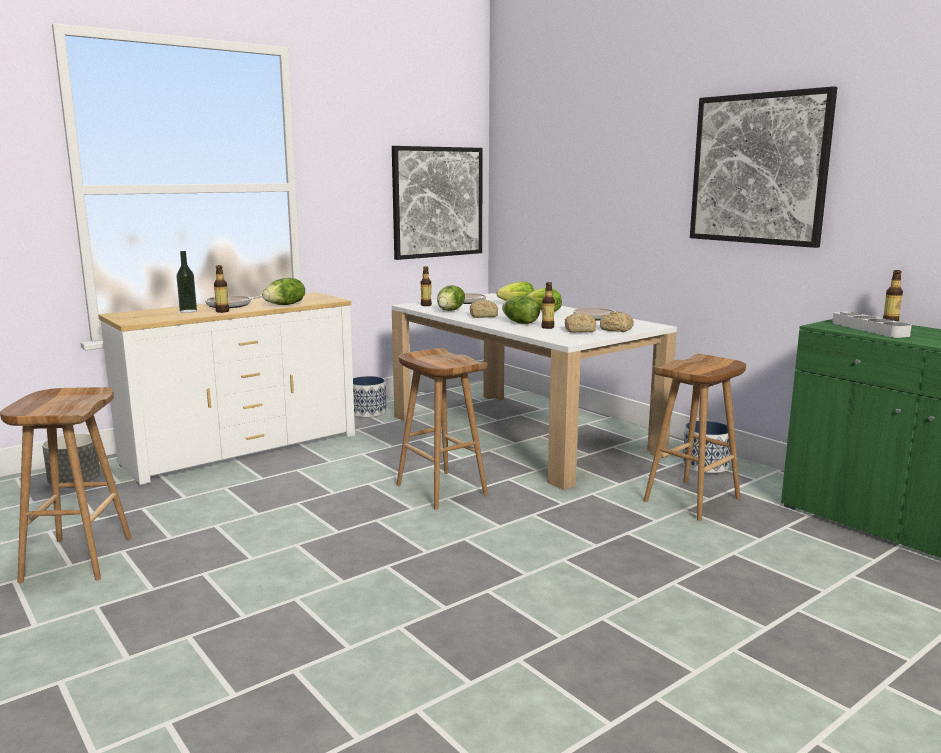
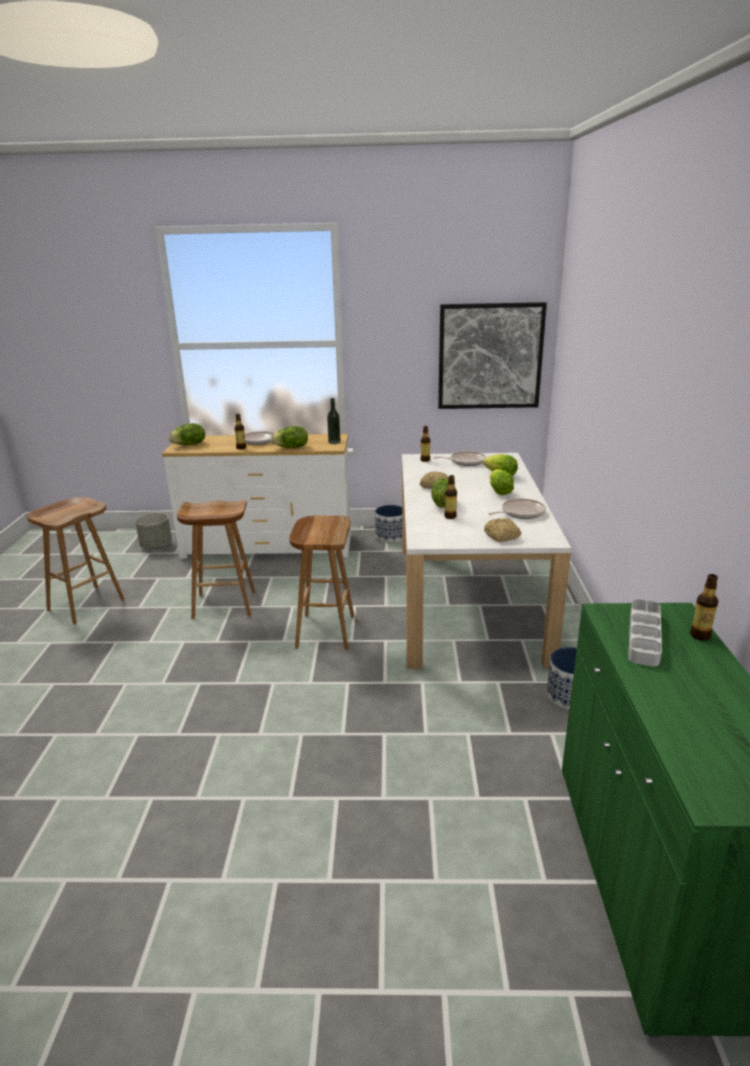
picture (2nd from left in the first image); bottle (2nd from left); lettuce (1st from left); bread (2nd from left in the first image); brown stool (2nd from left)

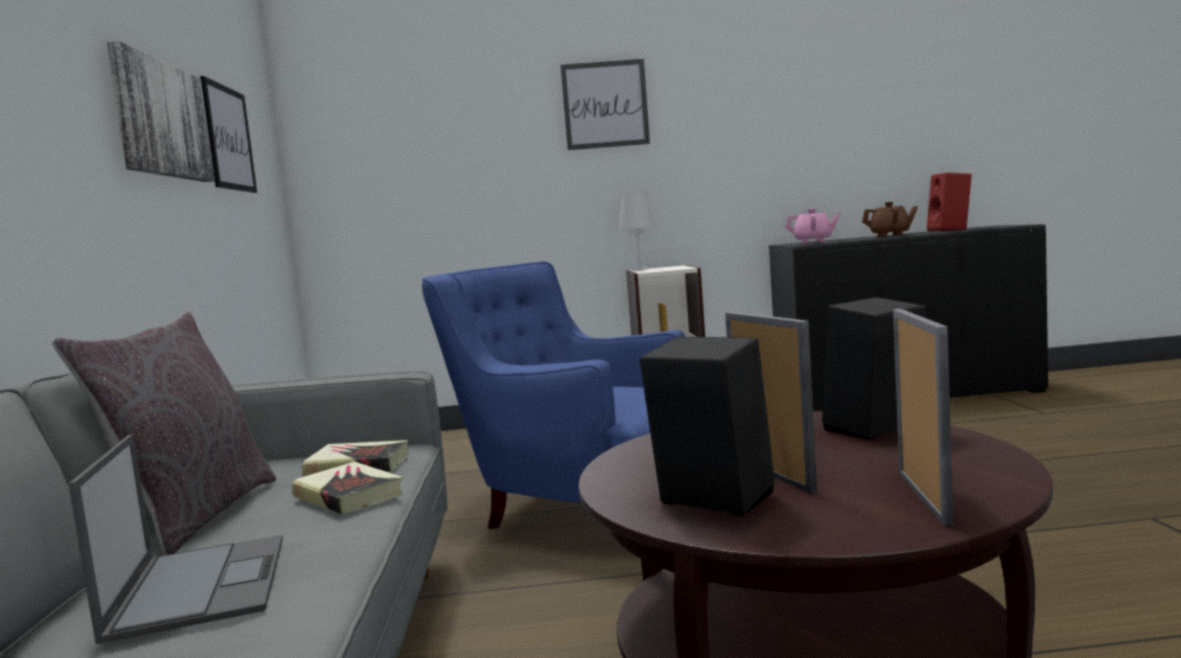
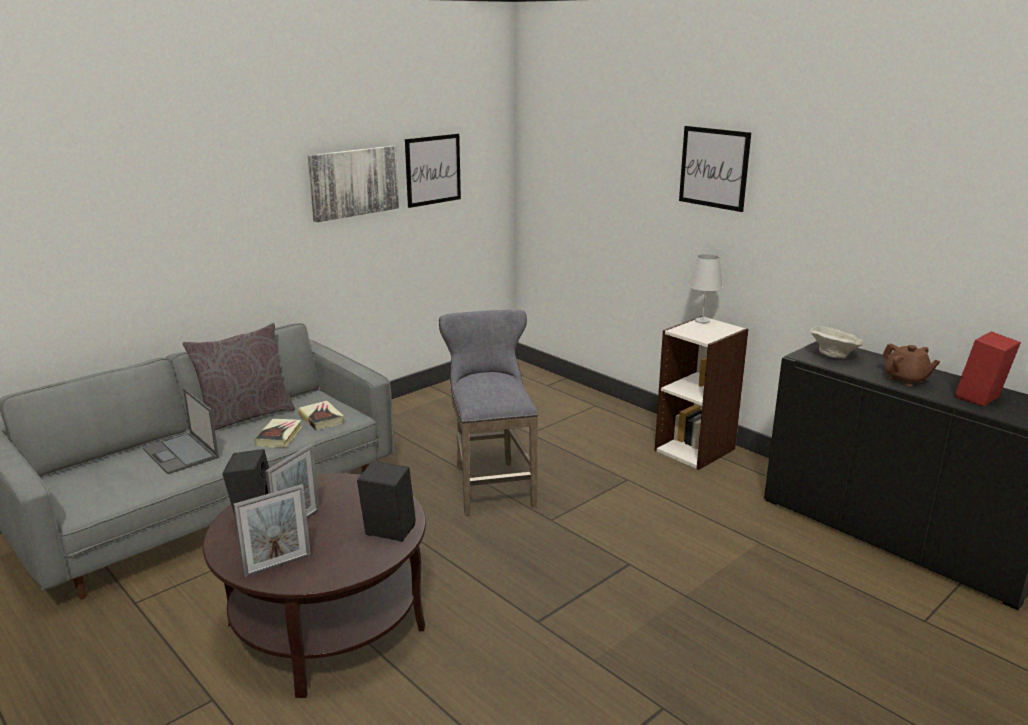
beige bowl; grey stool; laptop

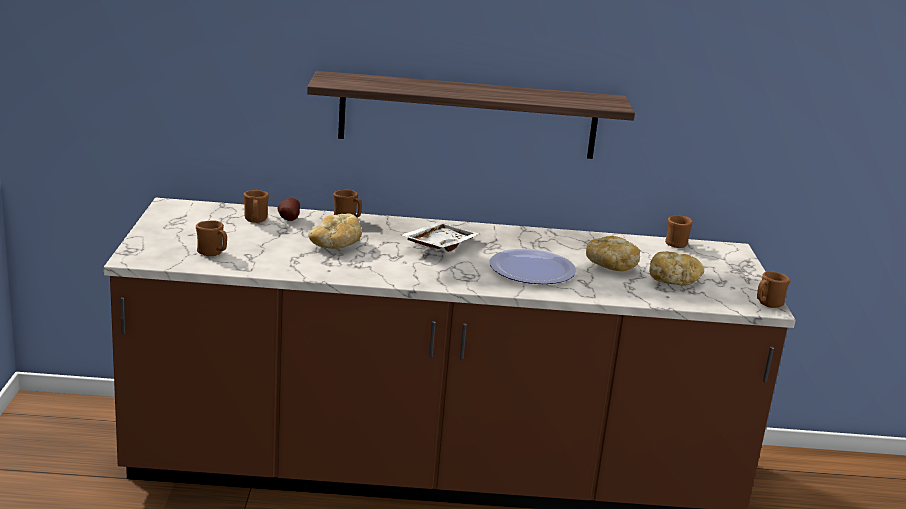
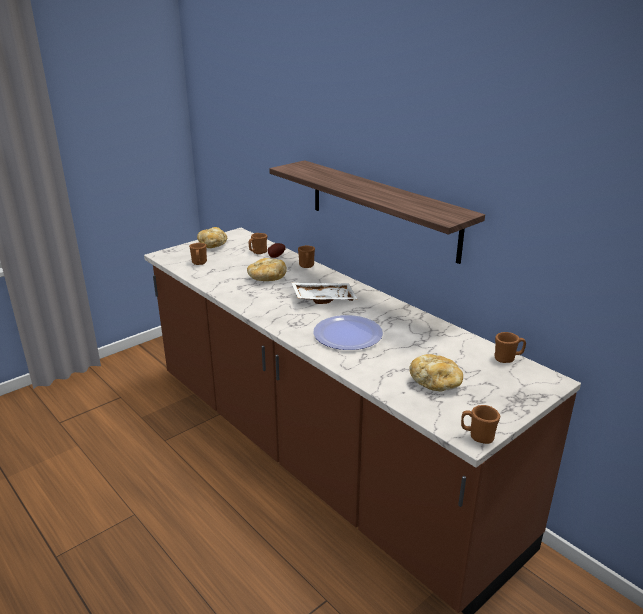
bread (1st from left)

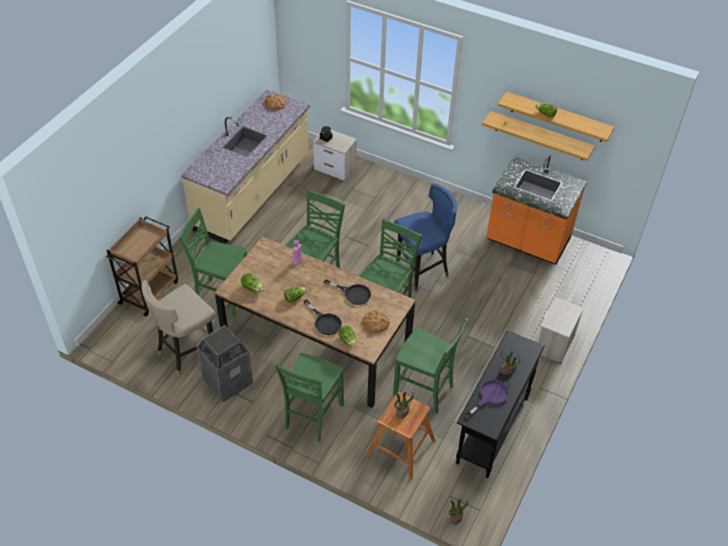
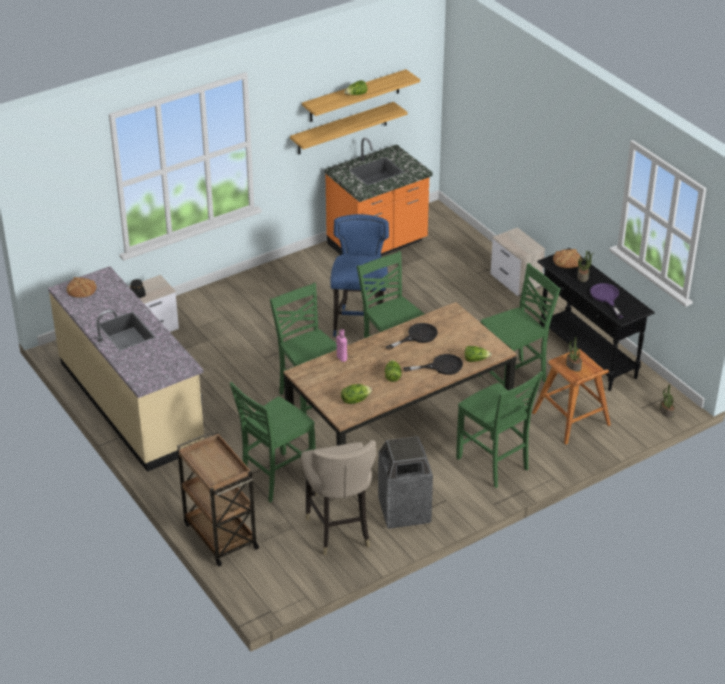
bread (2nd from left)

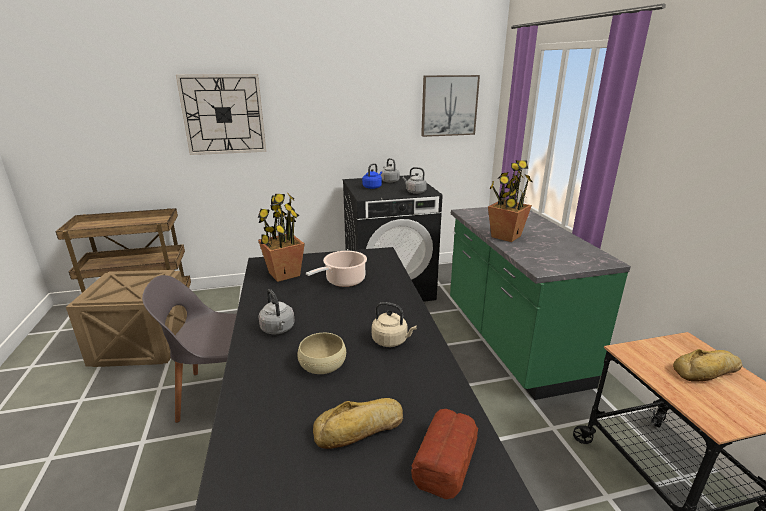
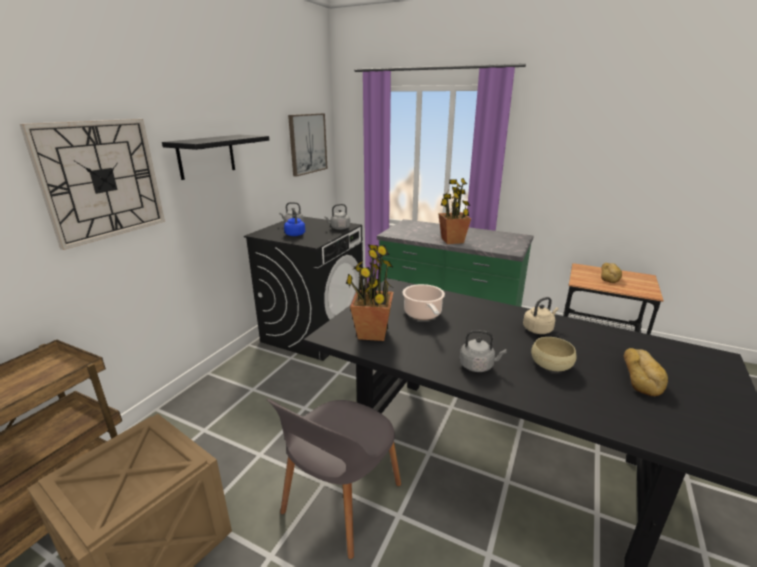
bread (2nd from left in the first image); black shelf

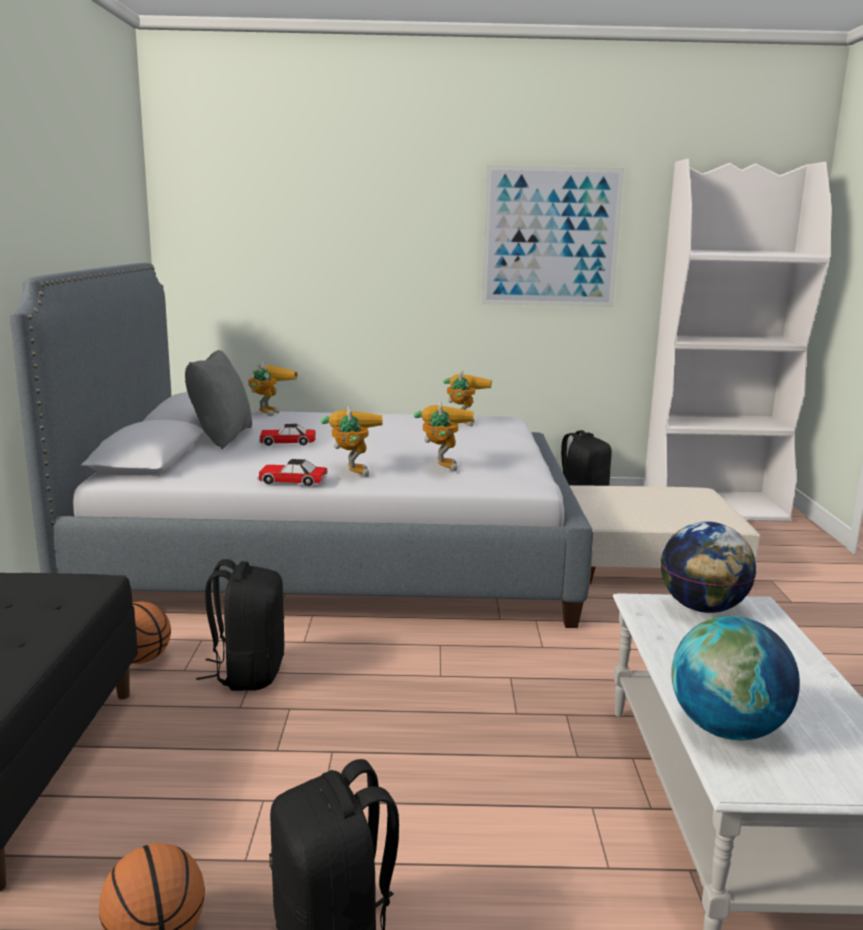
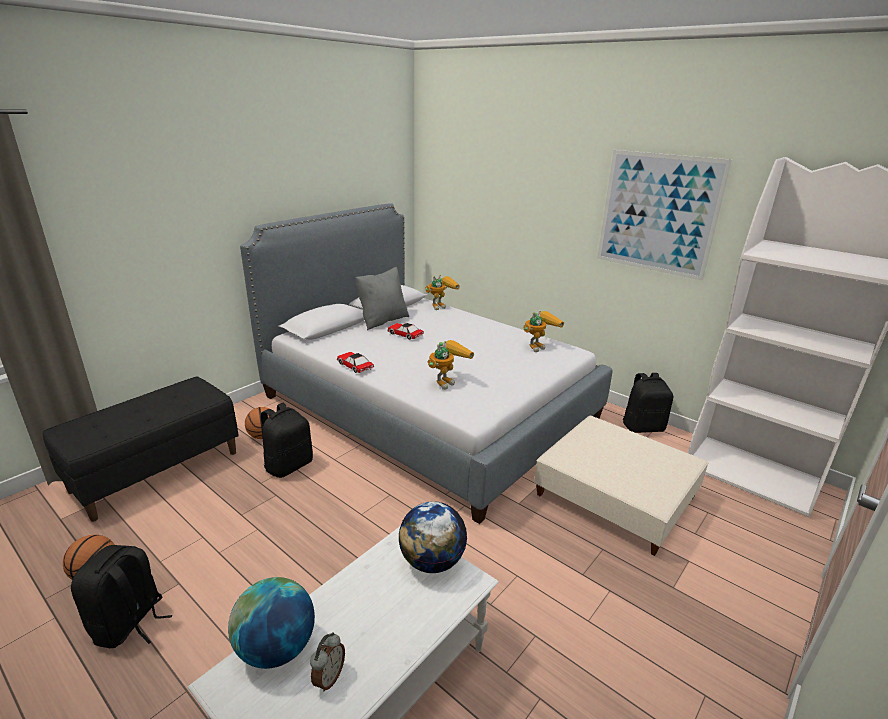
toy robot (2nd from left in the first image); alarm clock

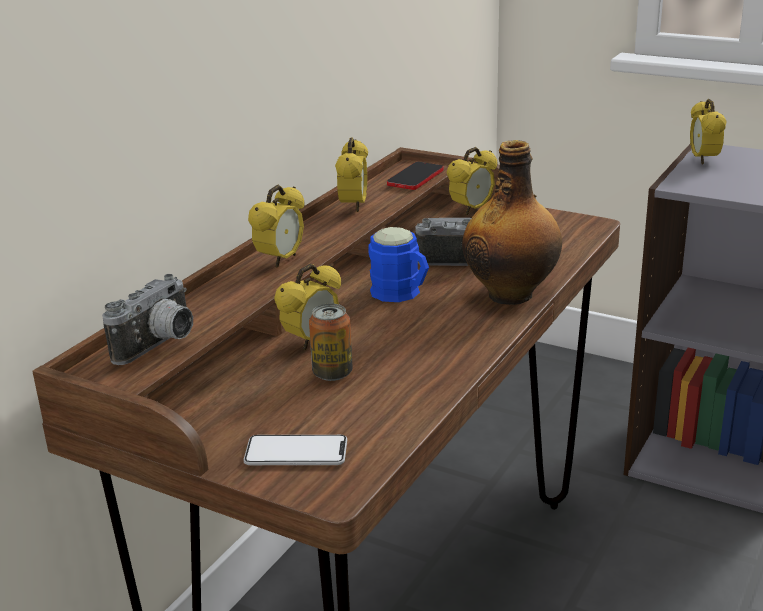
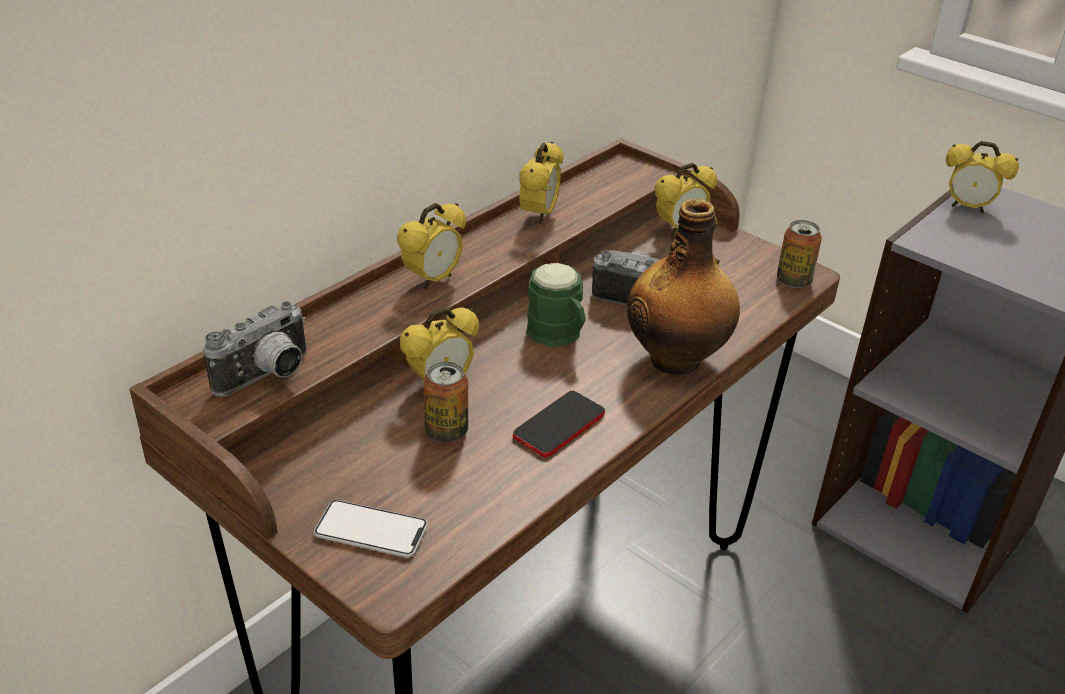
alarm clock (5th from left); phone (2nd from left); green mug; can (2nd from left)

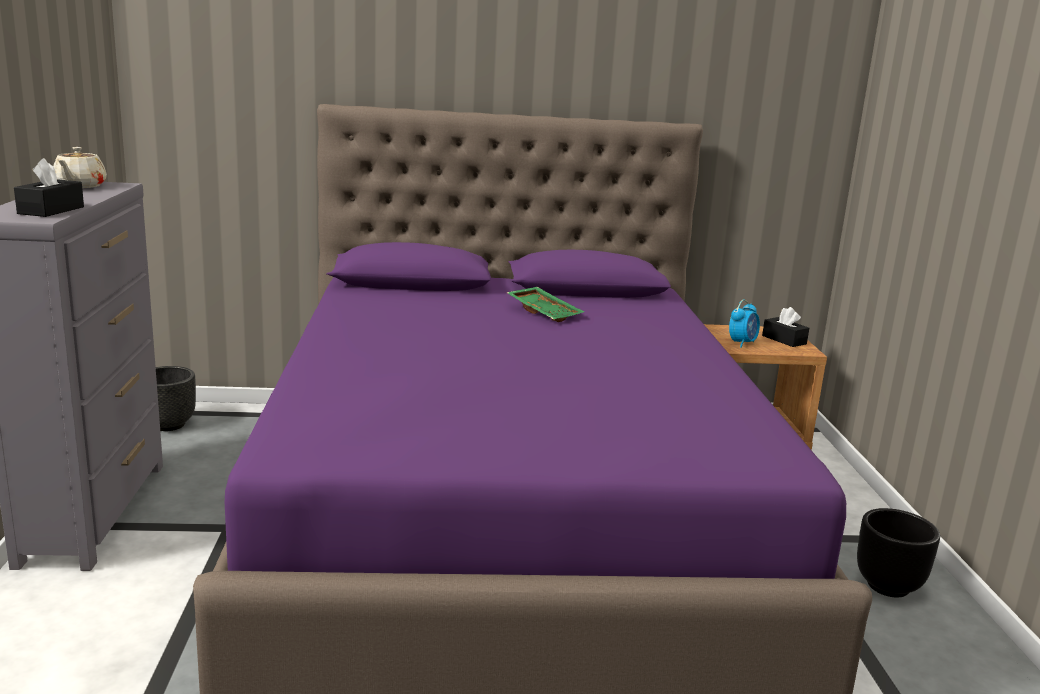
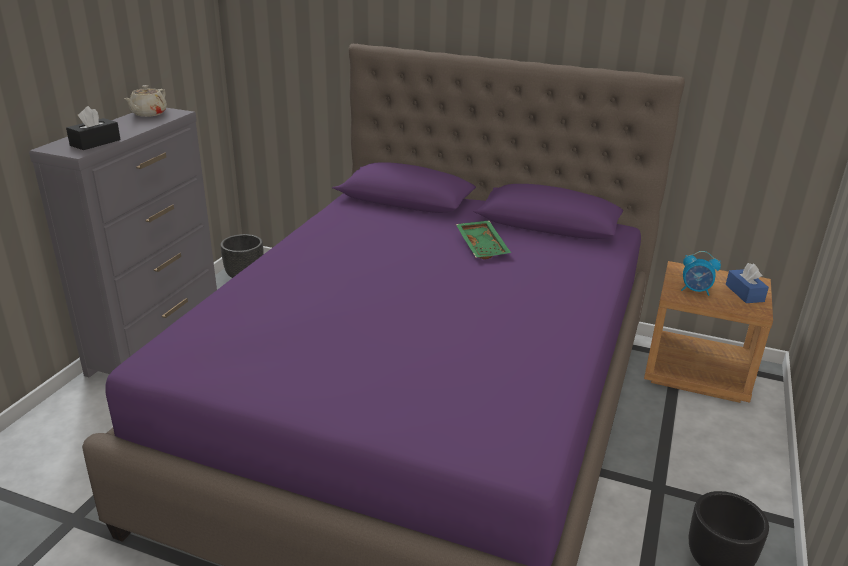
alarm clock; blue tissue box

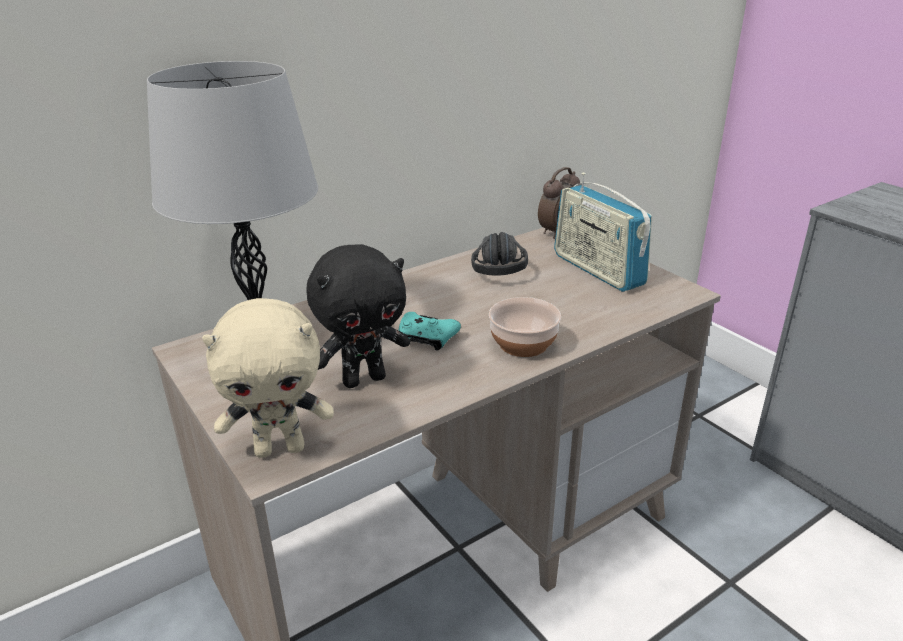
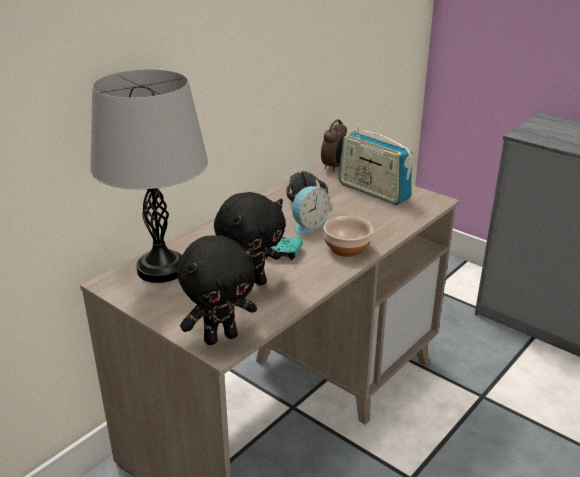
black plush toy (1st from left); alarm clock (1st from left)

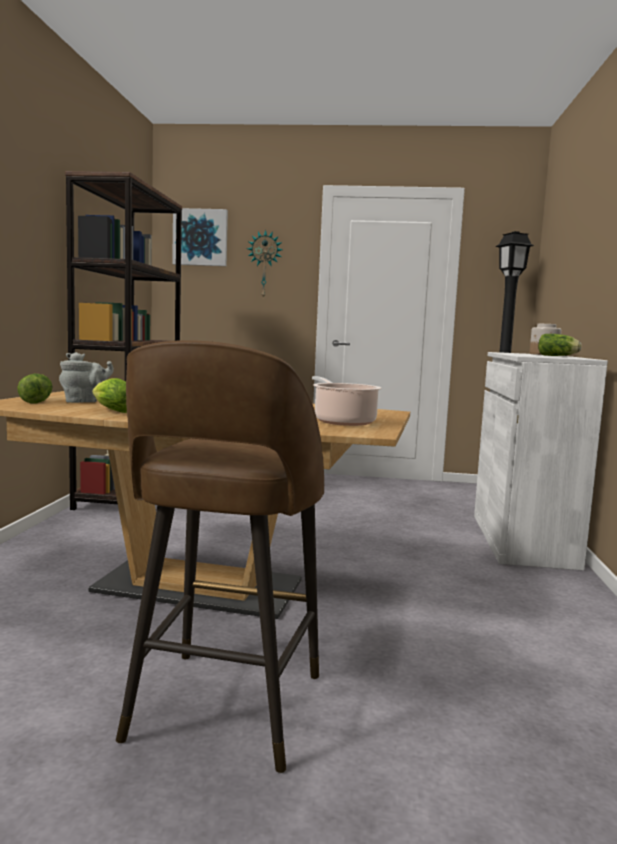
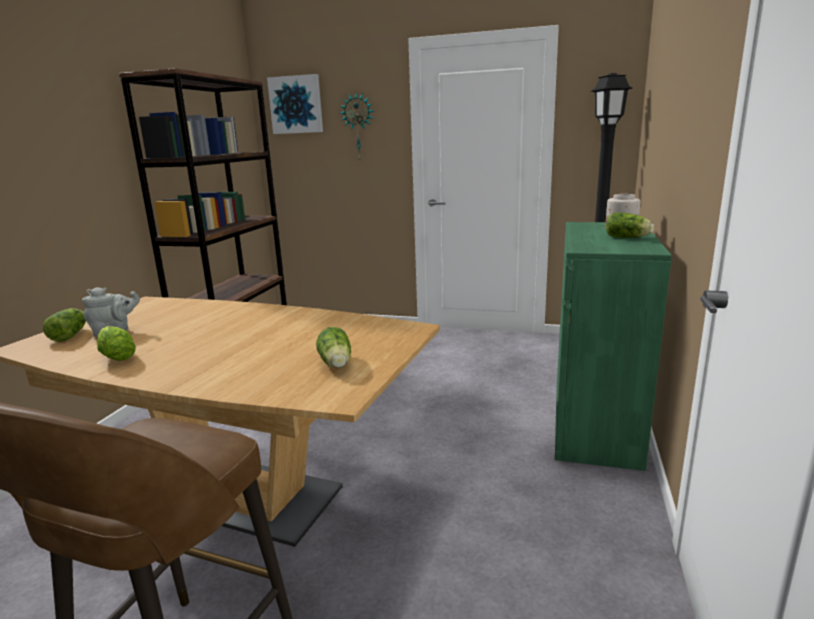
green cabinet; lettuce (3rd from left)

